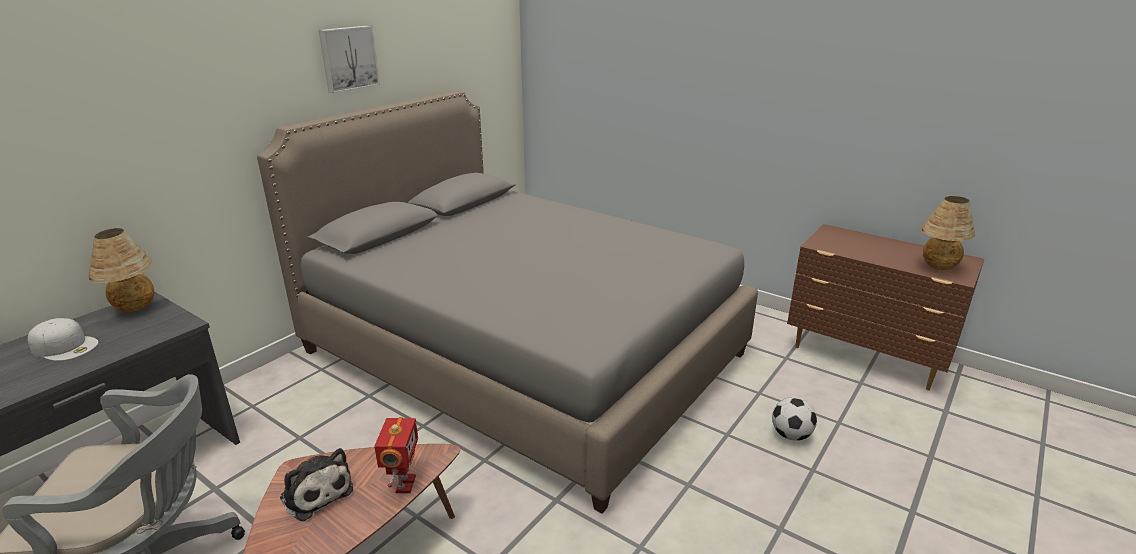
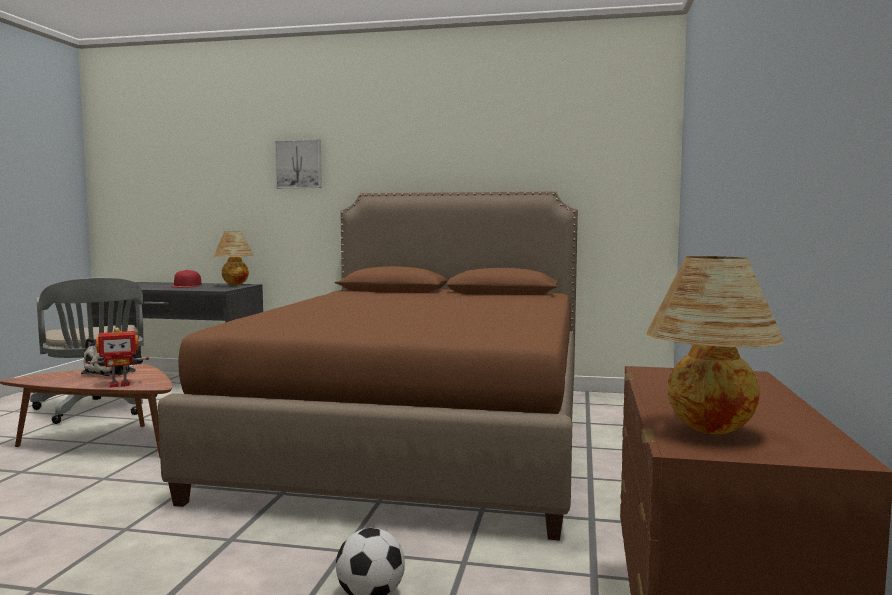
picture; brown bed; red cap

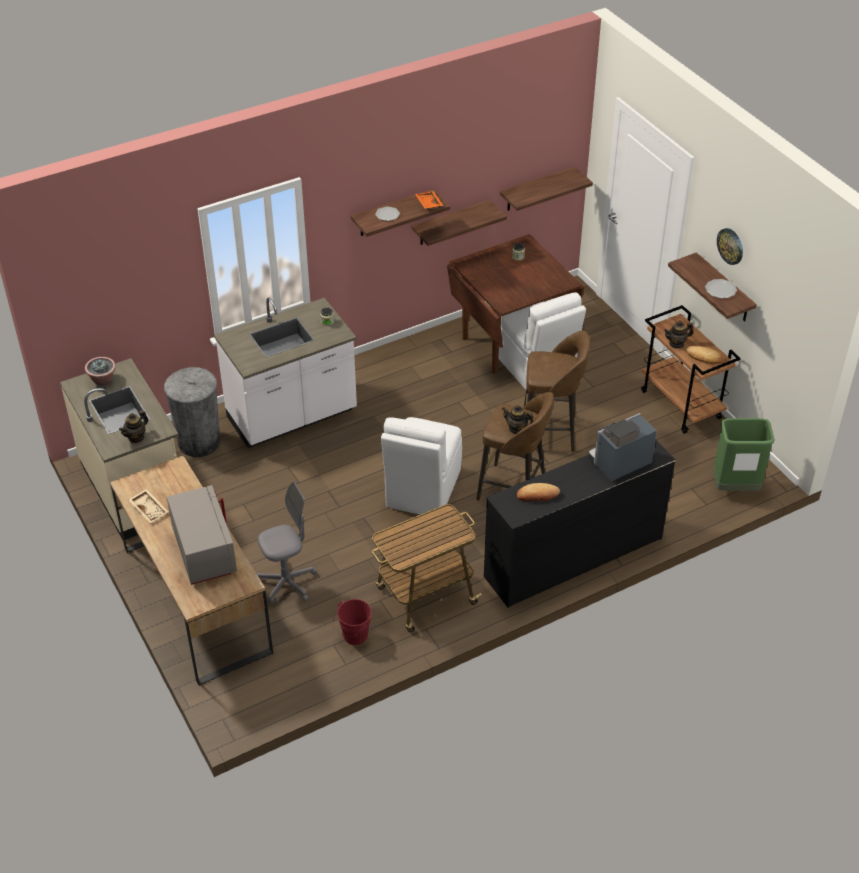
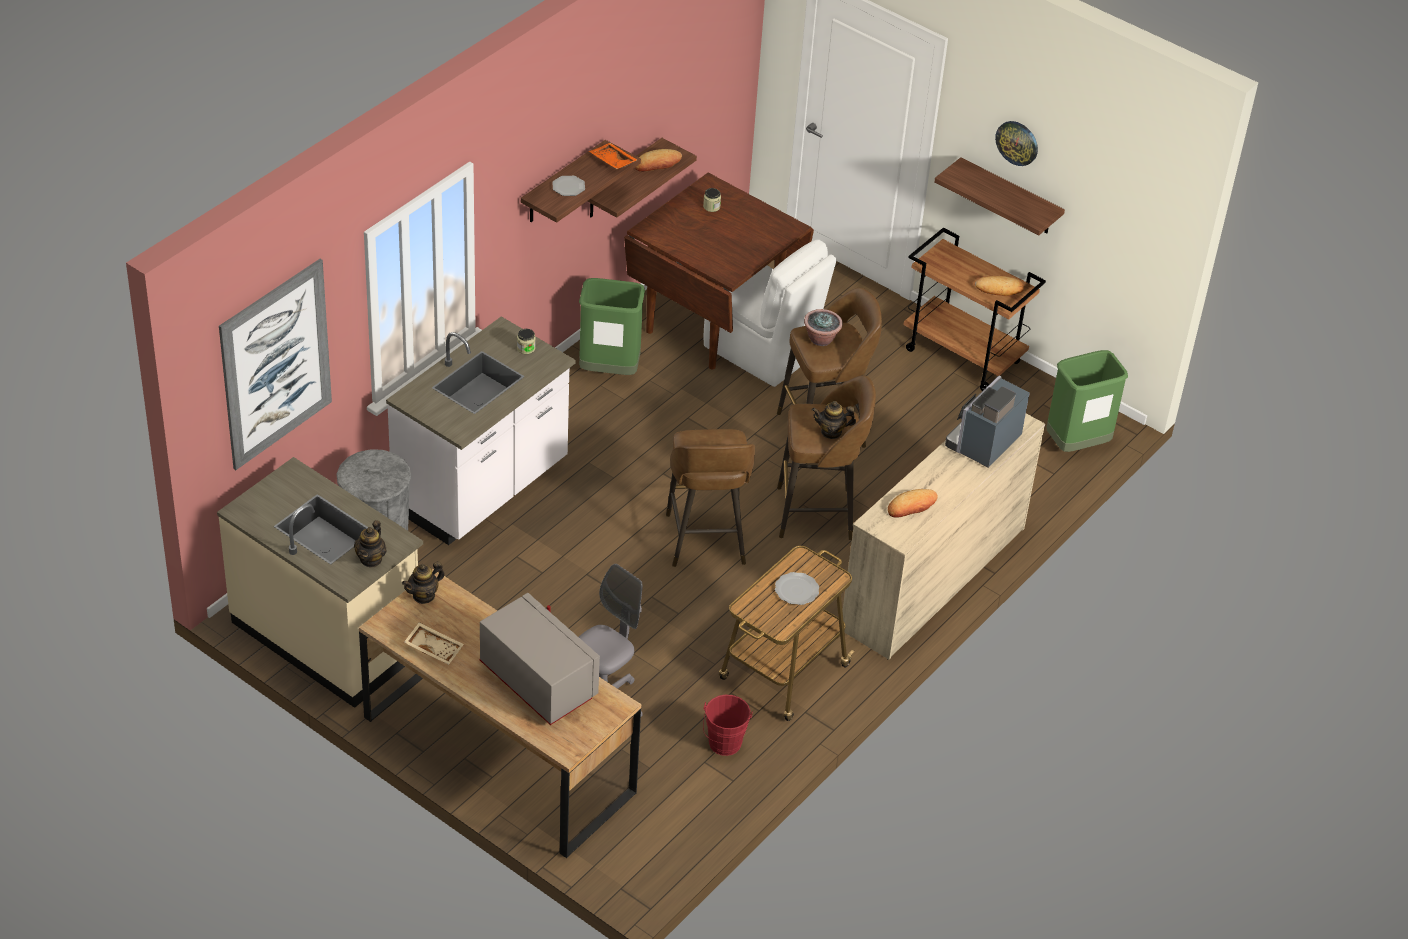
shelf (3rd from left in the first image); plate (2nd from left); teapot (2nd from left); potted plant; brown stool (1st from left); beige dresser; bread (1st from left); picture; green trash can (1st from left)

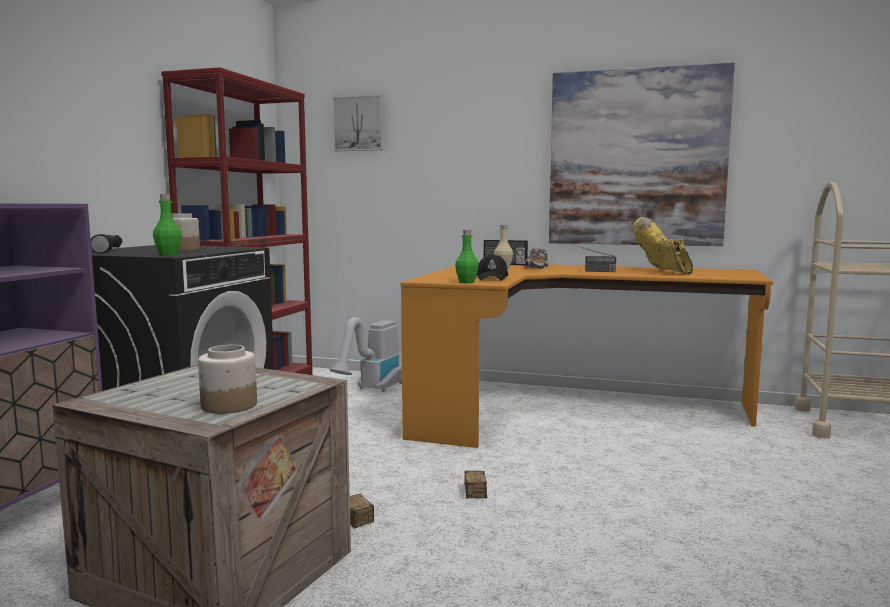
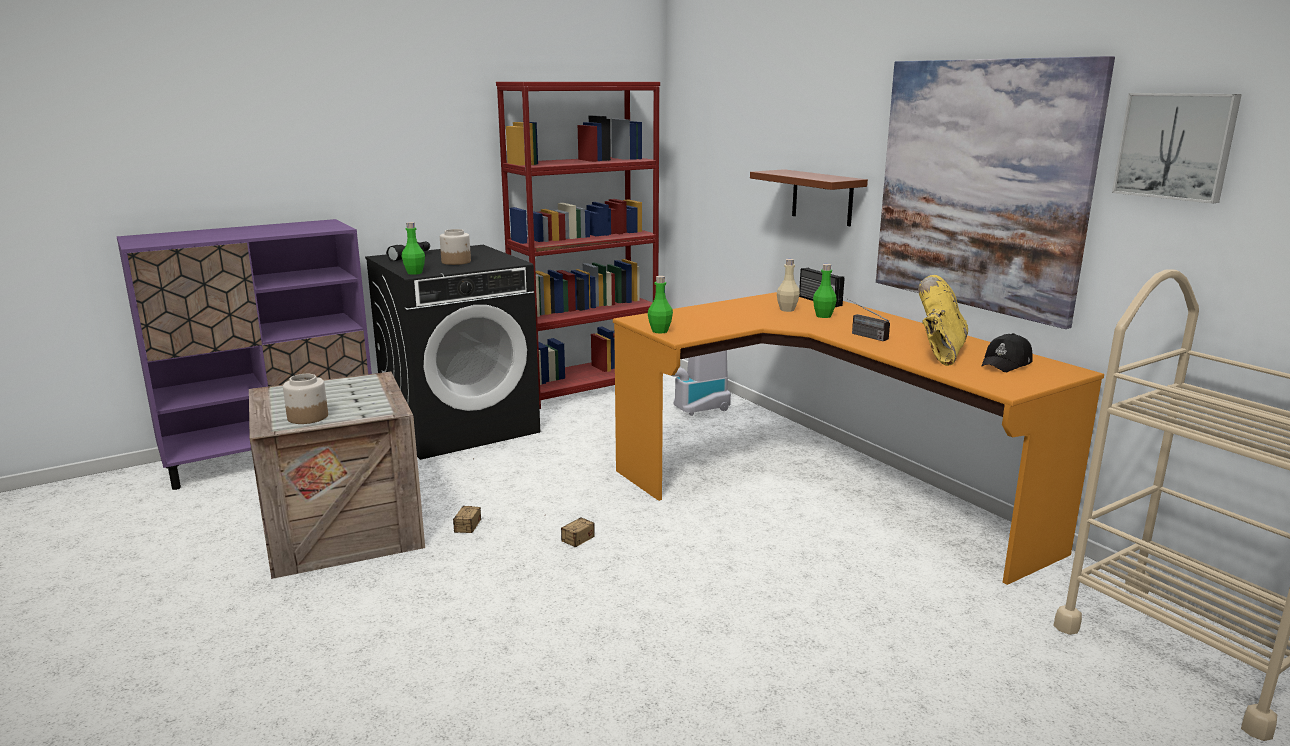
picture (2nd from left); green bottle (3rd from left); black cap; brown shelf

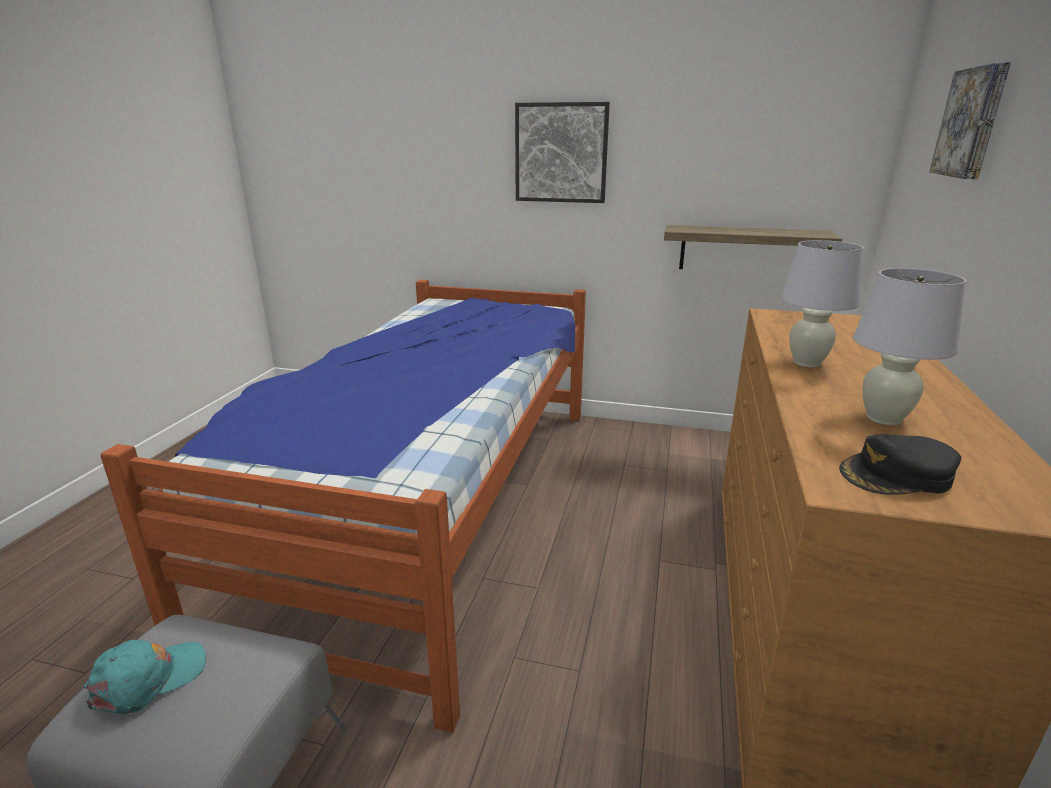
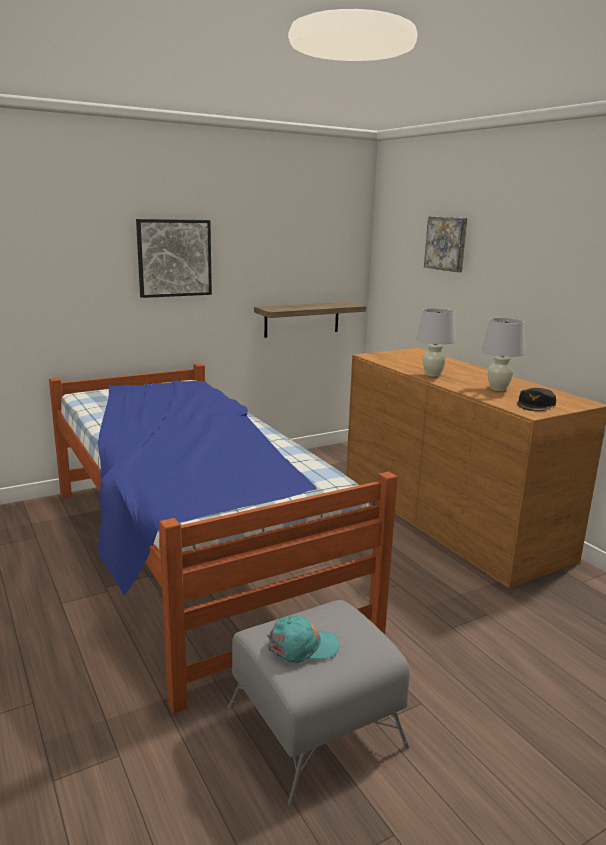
turquoise cap

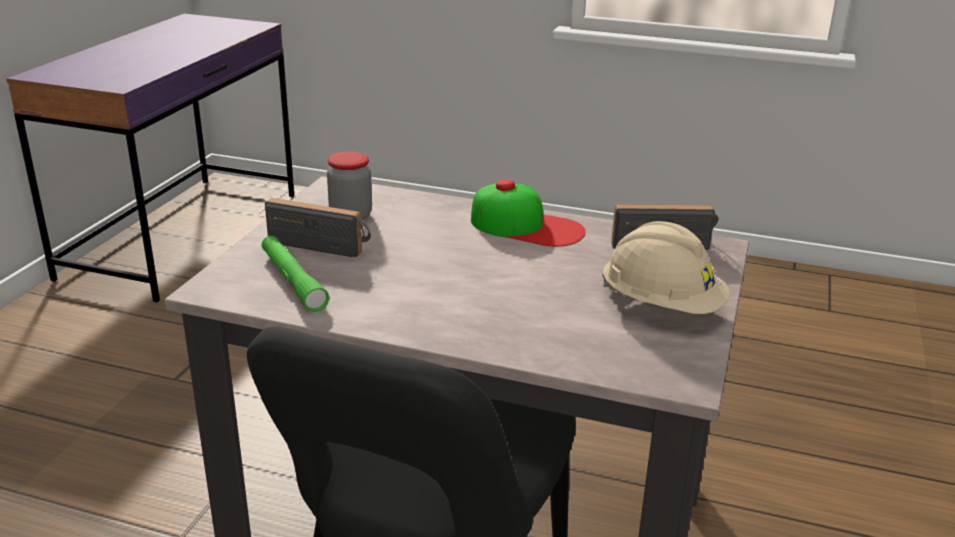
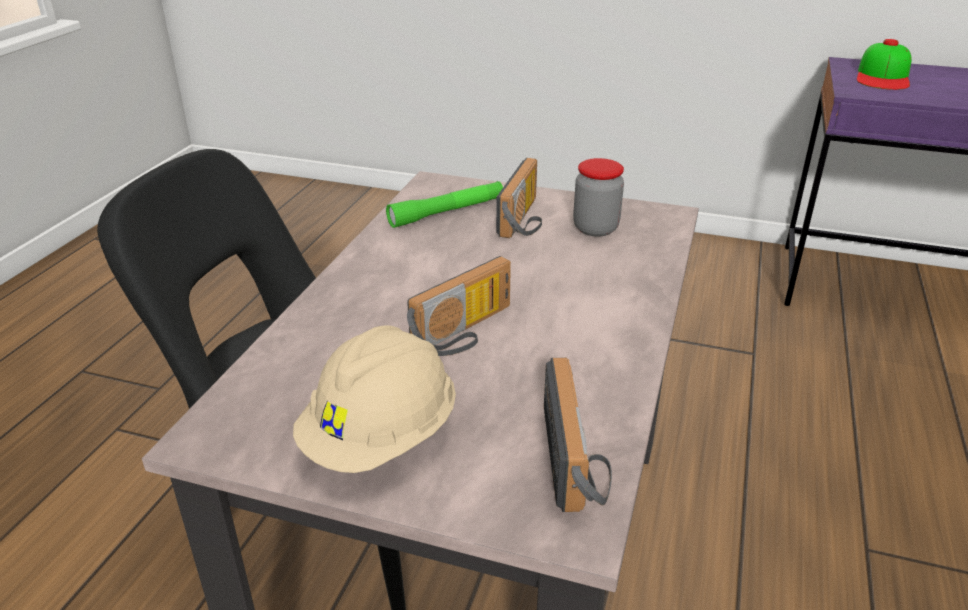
cap; radio (1st from left)

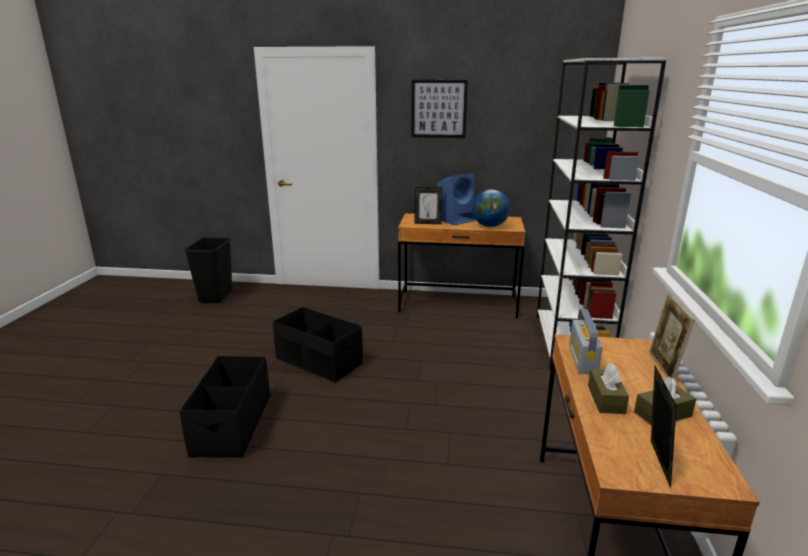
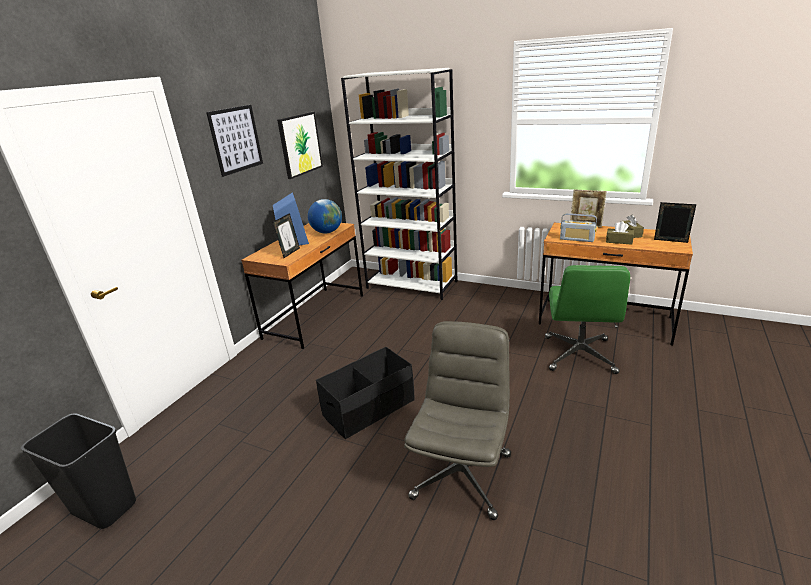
grey office chair; picture (2nd from left); green office chair

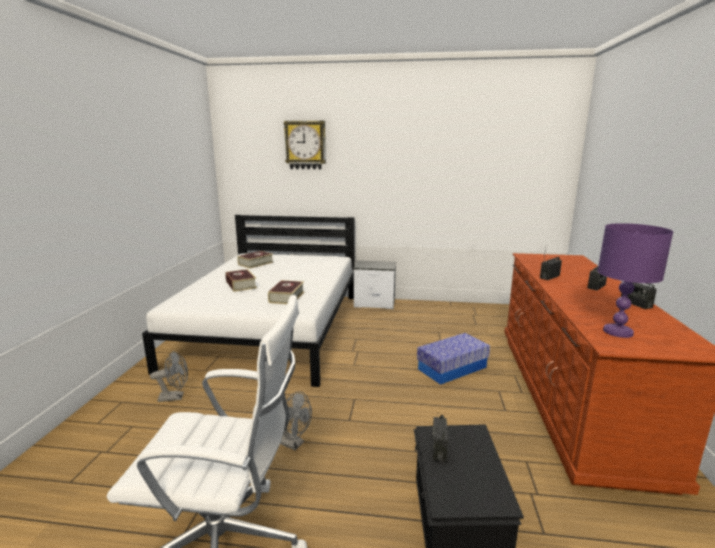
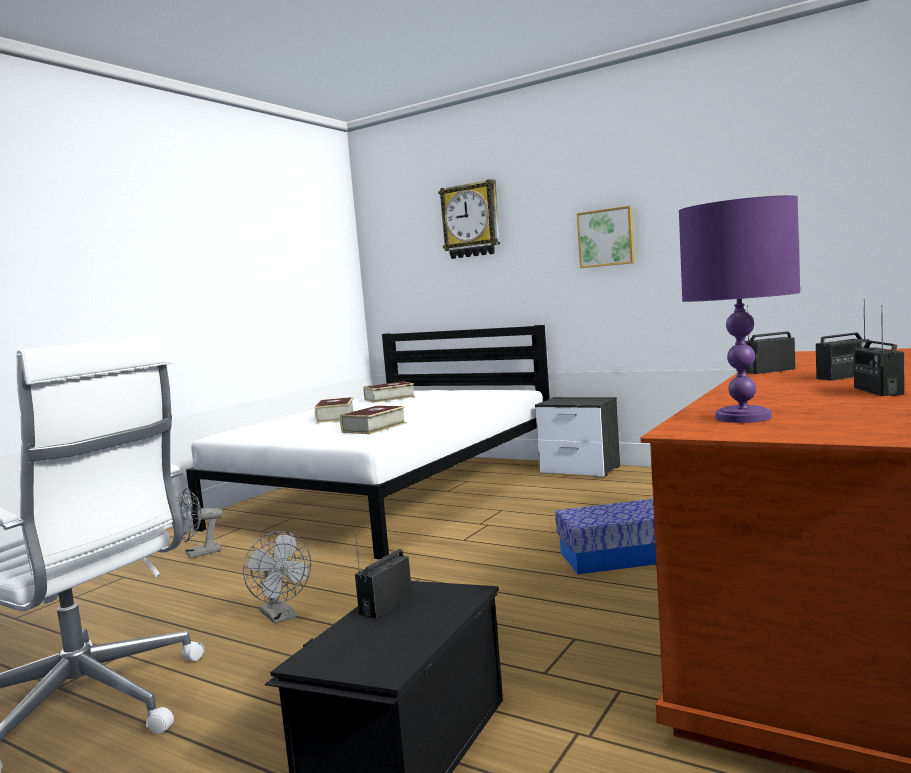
grey fan (1st from left); picture

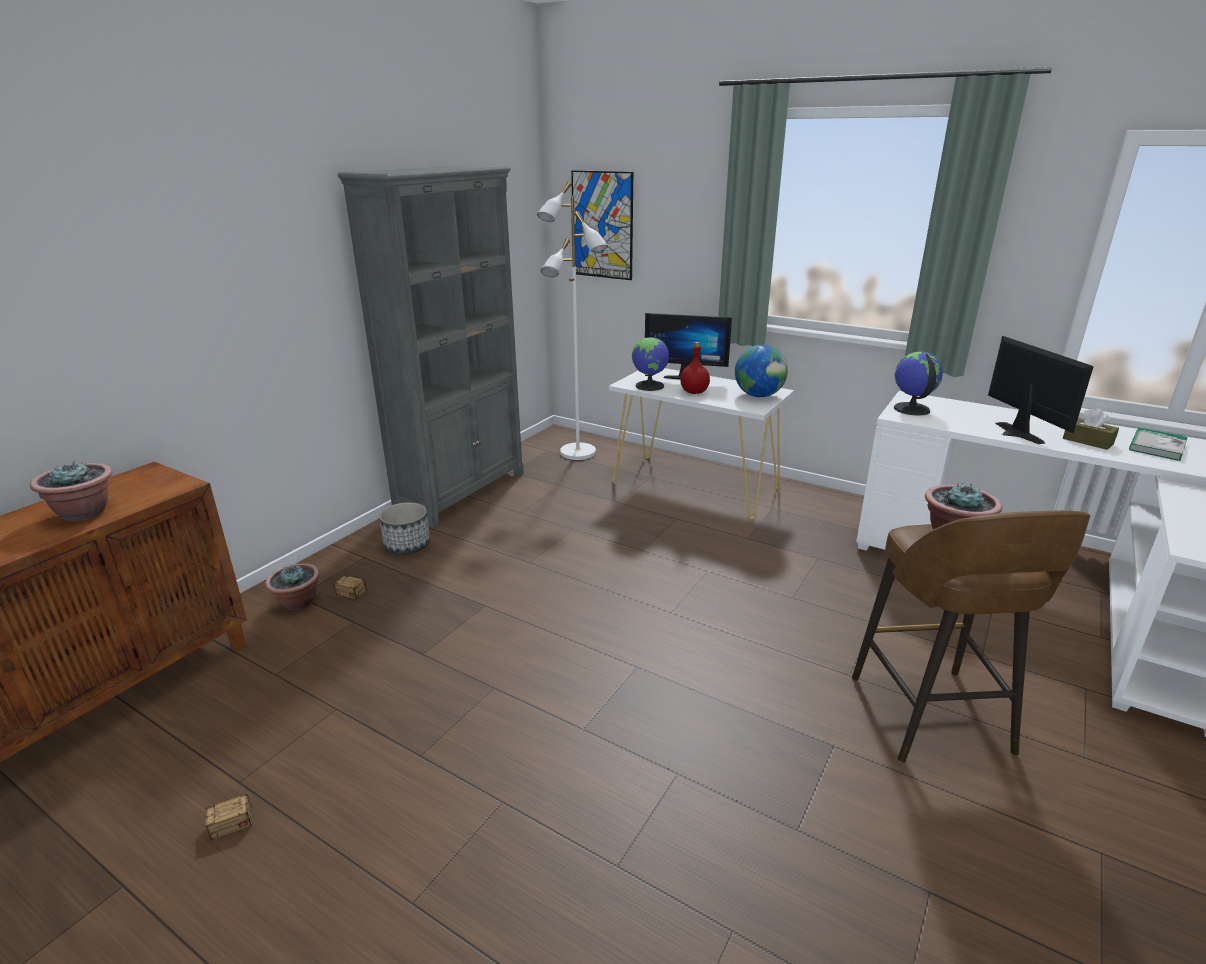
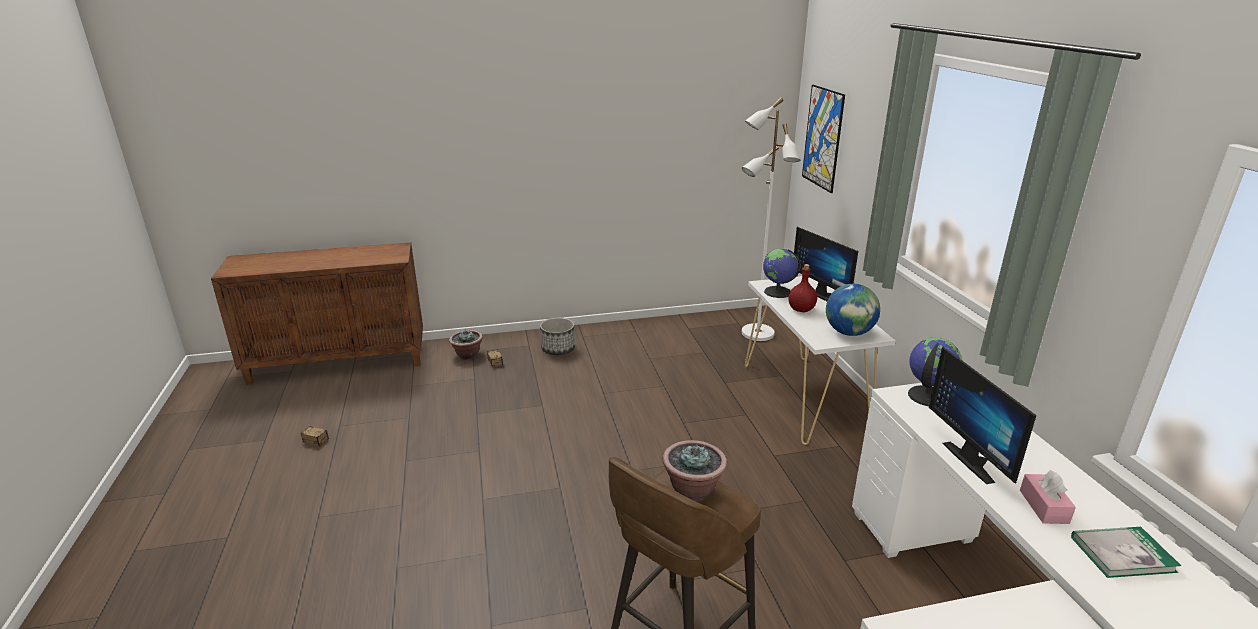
grey bookcase; monitor (2nd from left); pink tissue box; potted plant (1st from left in the first image)

